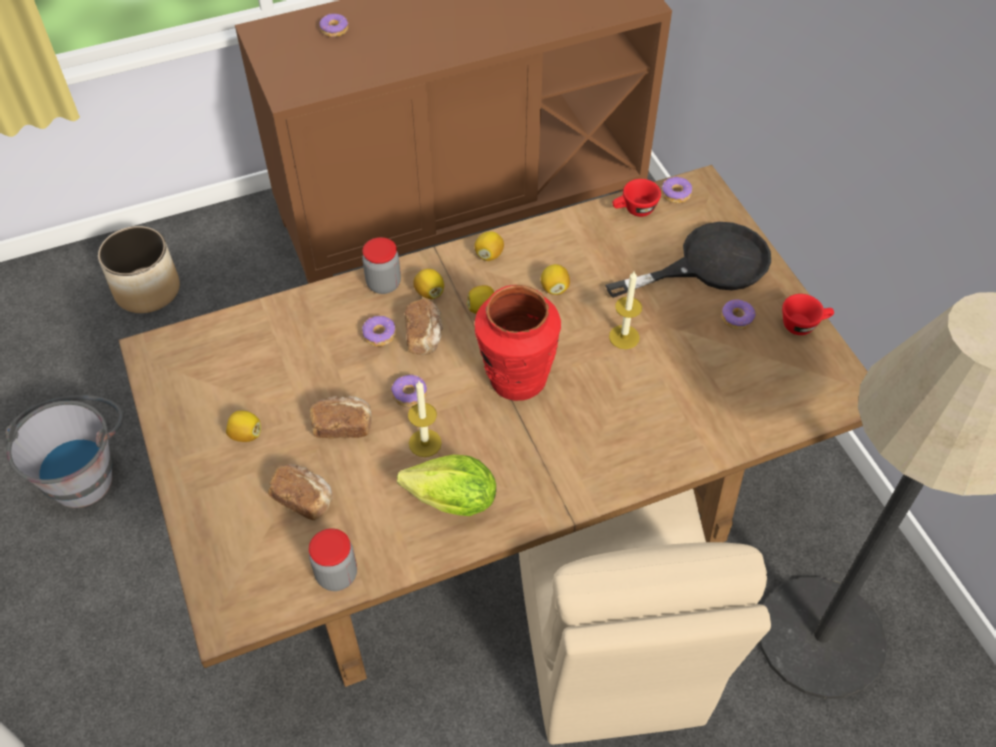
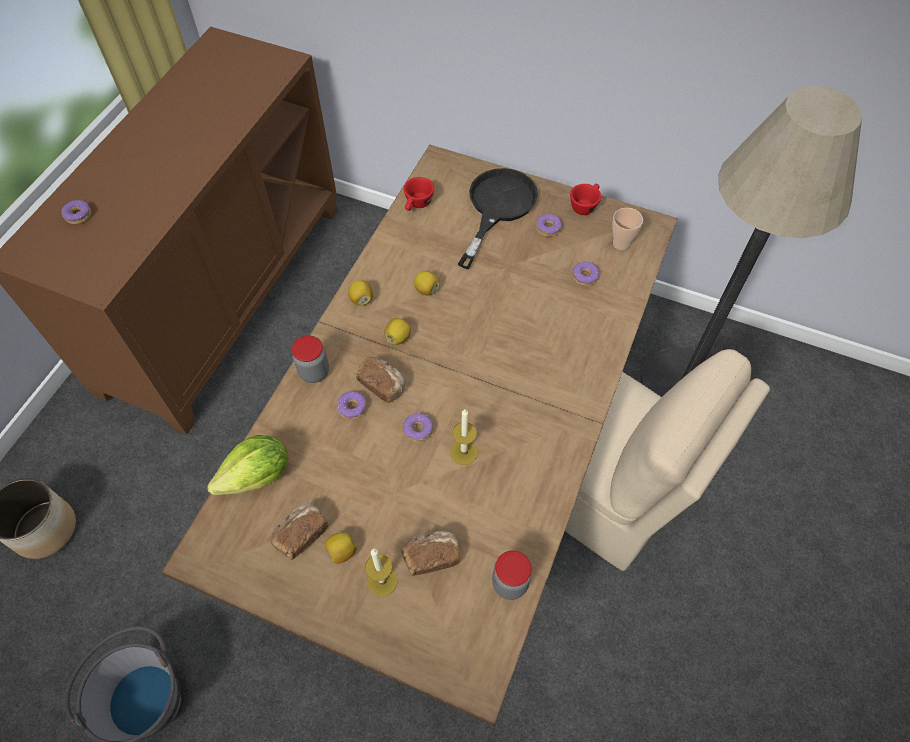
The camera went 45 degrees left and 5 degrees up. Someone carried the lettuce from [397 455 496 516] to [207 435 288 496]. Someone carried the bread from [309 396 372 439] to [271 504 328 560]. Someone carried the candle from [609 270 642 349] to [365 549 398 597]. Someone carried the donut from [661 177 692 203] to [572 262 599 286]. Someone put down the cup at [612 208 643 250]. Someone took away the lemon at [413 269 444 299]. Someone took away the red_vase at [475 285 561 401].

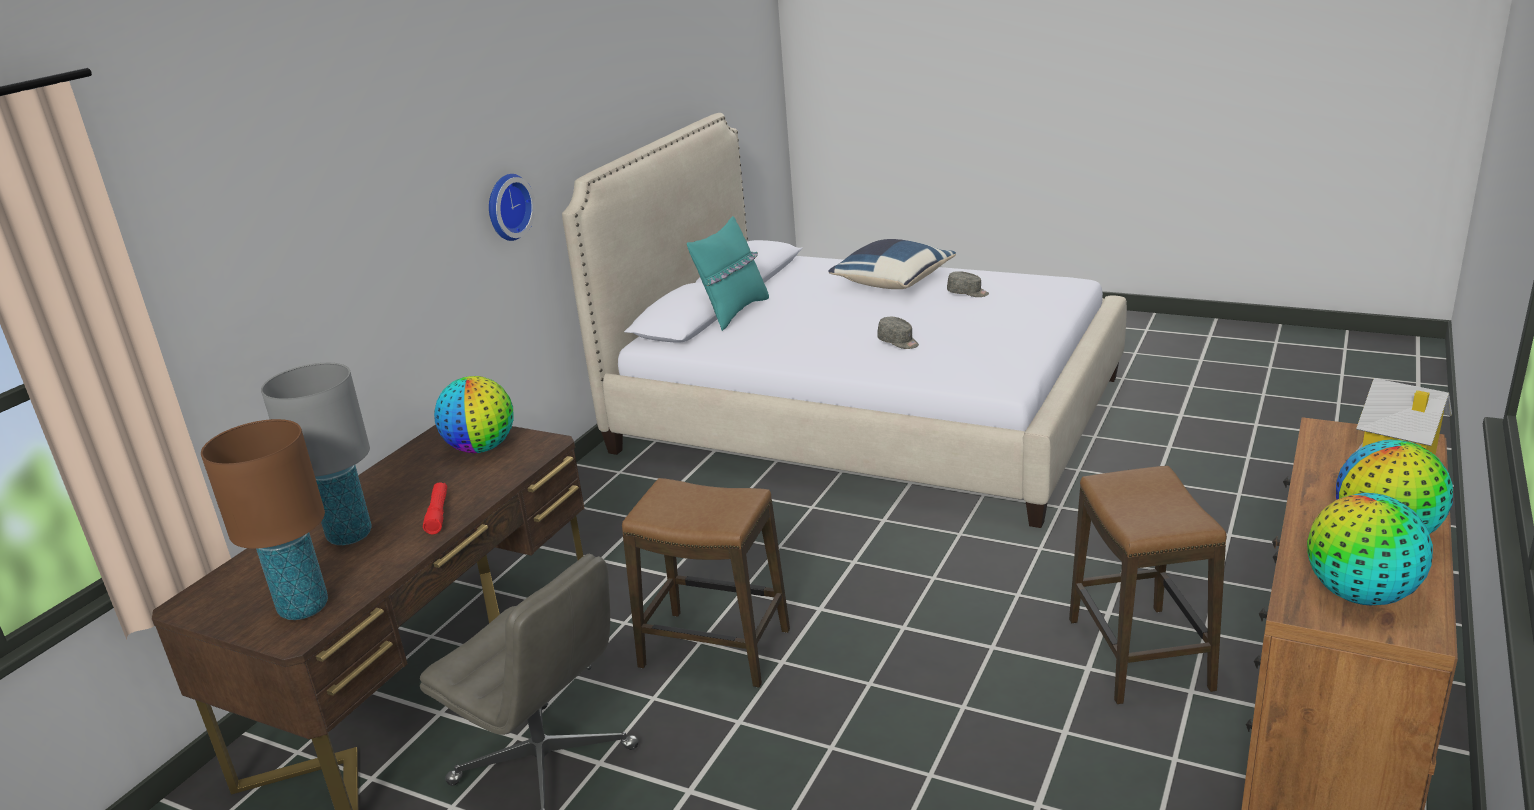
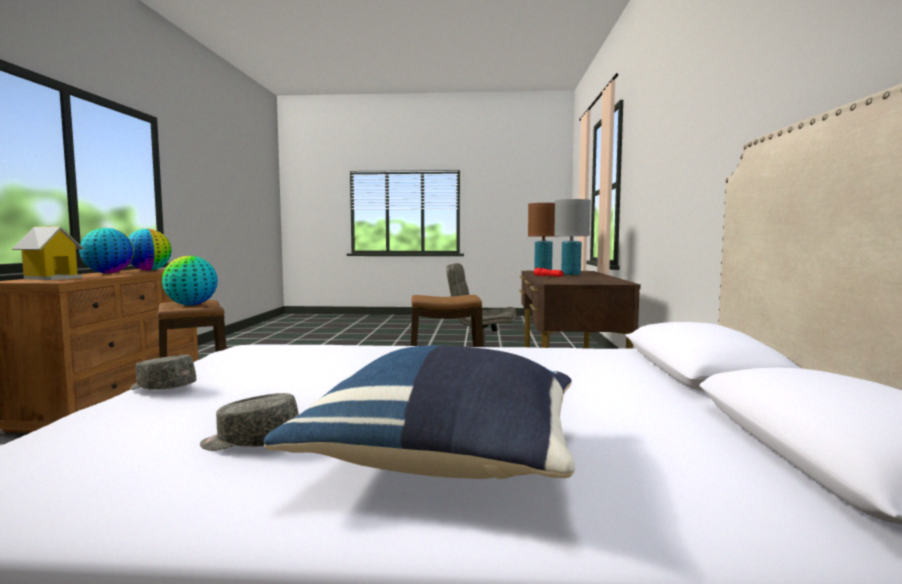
The camera went 155 degrees right and 20 degrees down. Someone carried the grey_cap from [877 317 919 349] to [130 355 196 390]. Someone carried the globe from [434 376 514 453] to [162 256 218 305]. Someone took away the wall_clock at [489 174 536 241]. Someone took away the turquoise_pillow at [687 216 769 331].

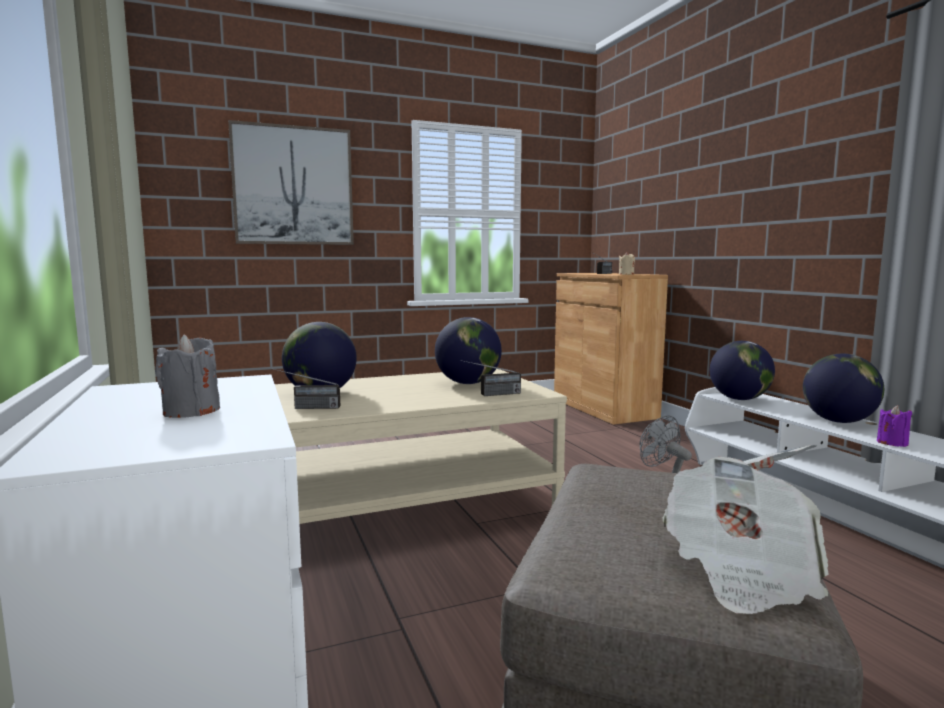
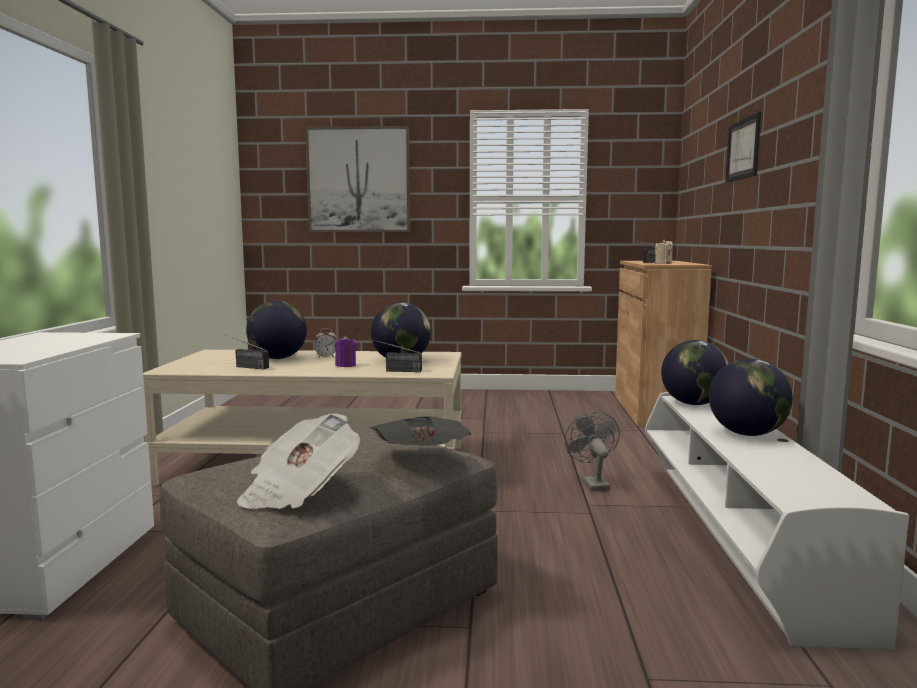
The camera went 25 degrees right and 0 degrees up. Someone put down the alarm_clock at [315 328 337 358]. Someone carried the purple_candle from [877 405 912 447] to [335 336 356 367]. Someone put up the picture at [725 112 761 182]. Someone took away the grey_candle at [155 335 220 418].

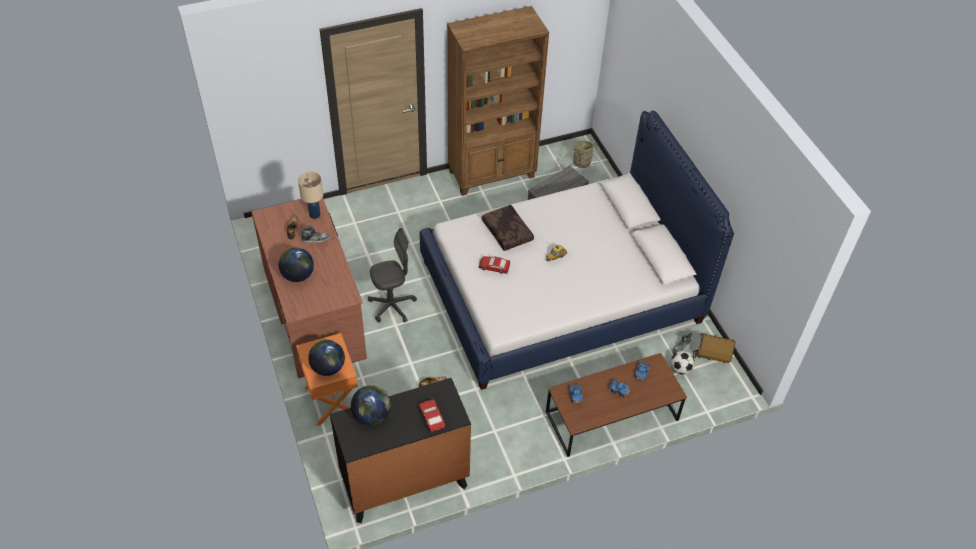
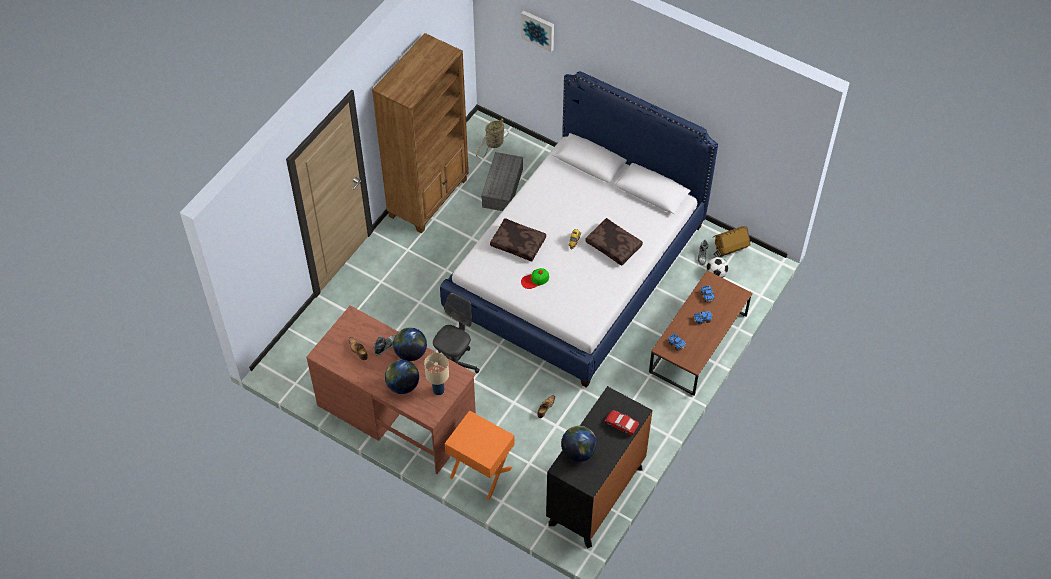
The camera went 35 degrees left and 5 degrees up. Someone carried the globe from [308 340 345 376] to [393 328 427 361]. Someone carried the beige_table_lamp from [298 172 323 219] to [424 353 449 395]. Someone put up the picture at [521 11 554 52]. Someone swapped the toy_car at [479 256 510 274] for the cap at [521 268 549 289]. Someone put down the brown_pillow at [585 218 643 266].

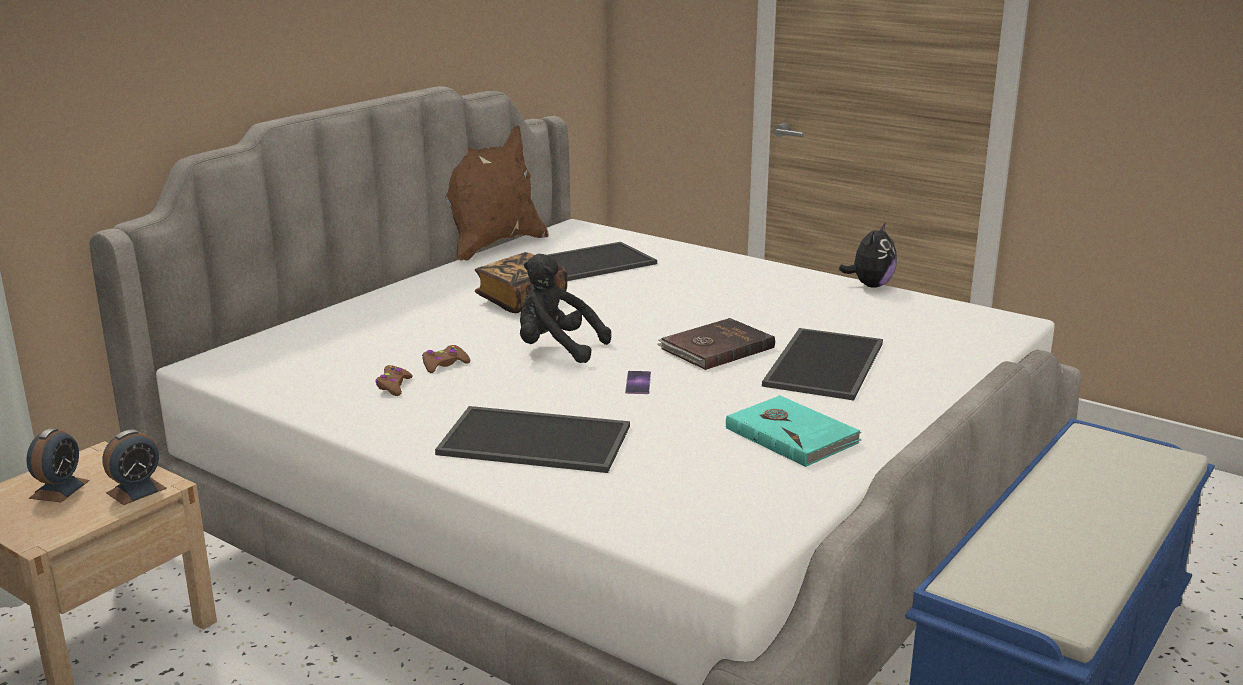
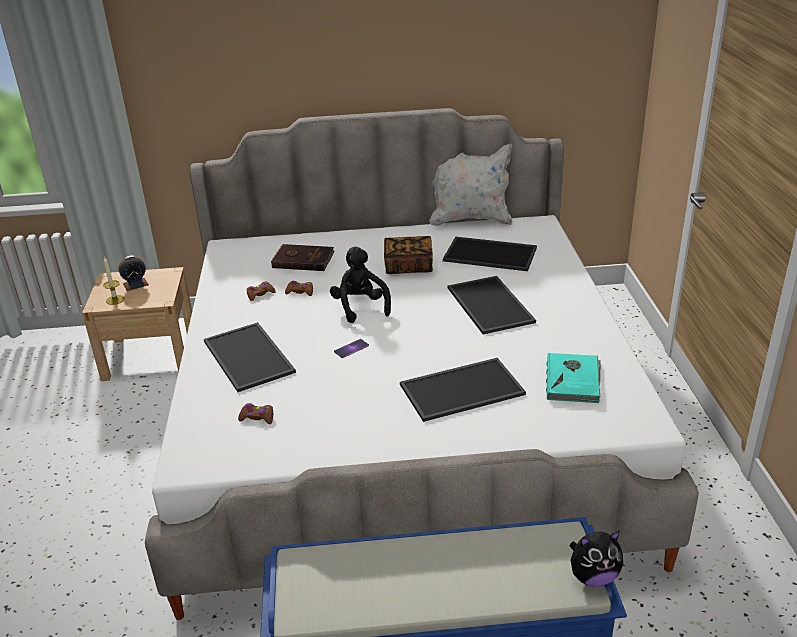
The camera went 50 degrees right and 10 degrees up. Someone put down the candle at [103 256 125 305]. Someone put down the brown_game_controller at [238 403 273 424]. Someone carried the brown_book from [657 318 775 370] to [271 244 335 271]. Someone repainted the brown_pillow at [445 126 548 261], which became the white_pillow at [429 144 512 226]. Someone put down the tray at [448 276 536 334]. Someone carried the turquoise_book from [726 395 862 467] to [546 353 601 403]. Someone carried the plush_toy from [839 222 897 288] to [569 530 623 587]. Someone took away the alarm_clock at [102 429 167 505].

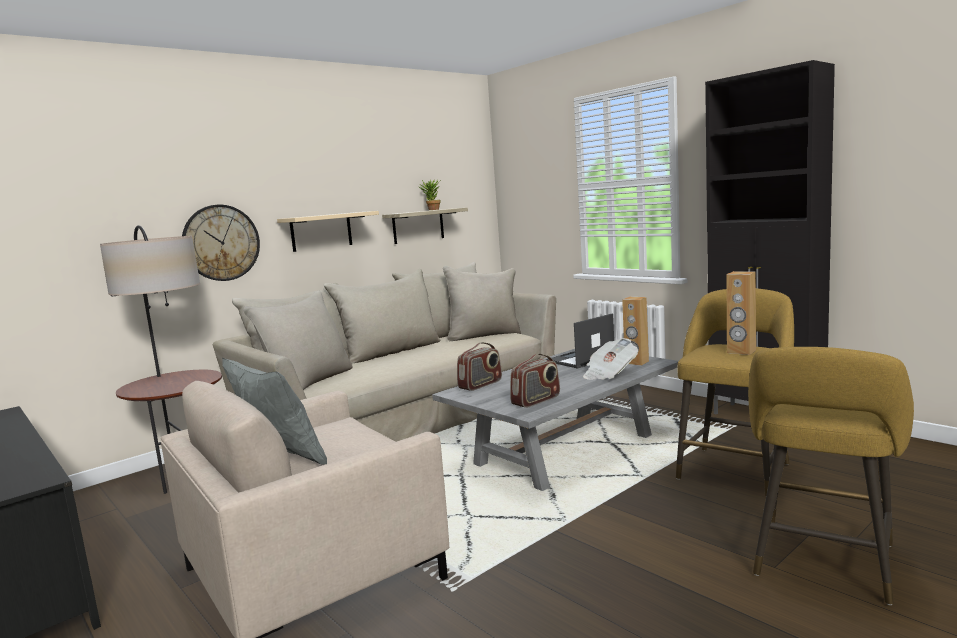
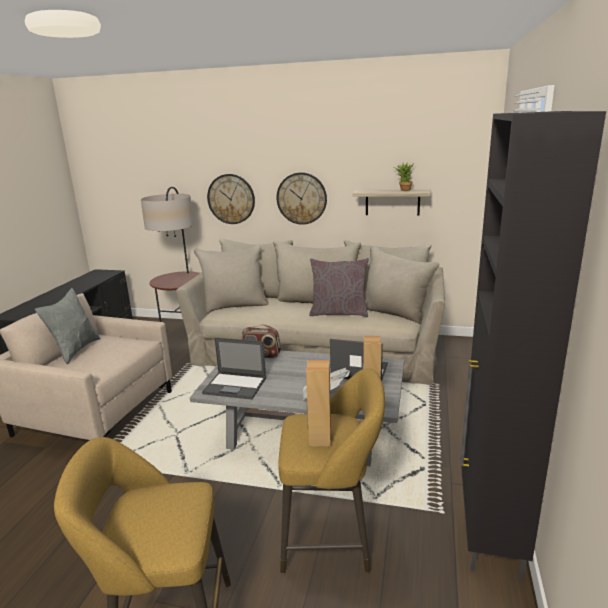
The camera went 55 degrees right and 10 degrees up. Someone swapped the radio at [510 354 560 408] for the laptop at [202 338 266 400]. Someone swapped the beige_shelf at [277 211 379 252] for the wall_clock at [276 172 327 225]. Someone put down the grey_pillow at [309 258 369 317].

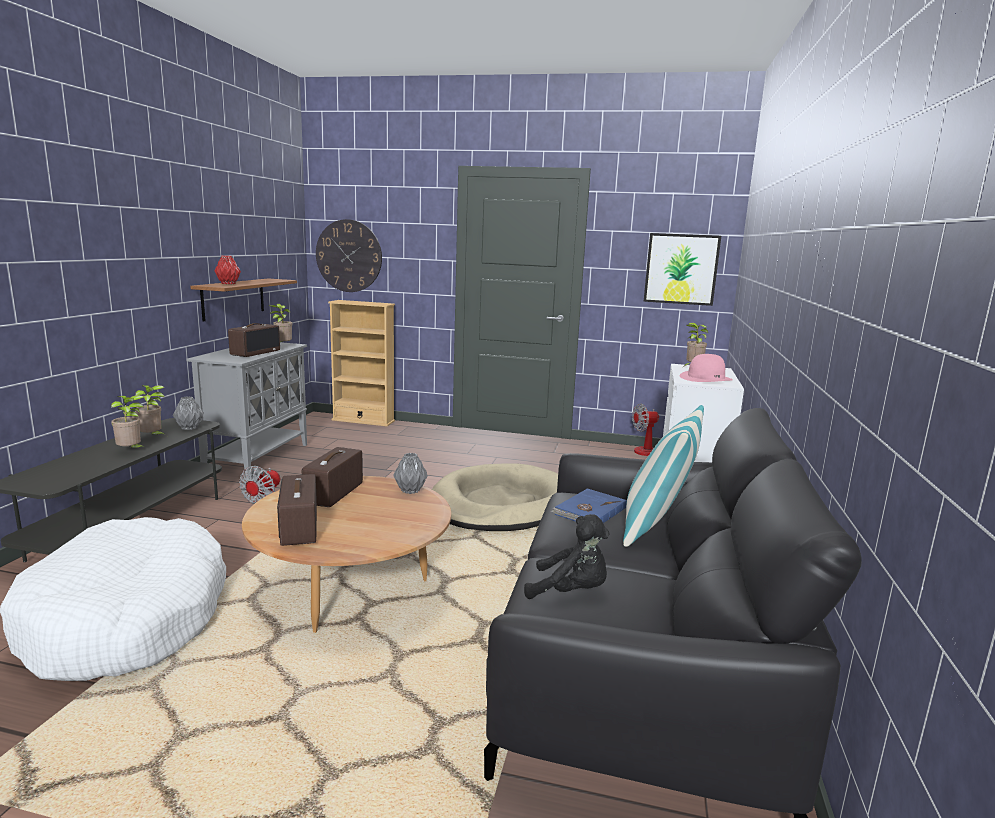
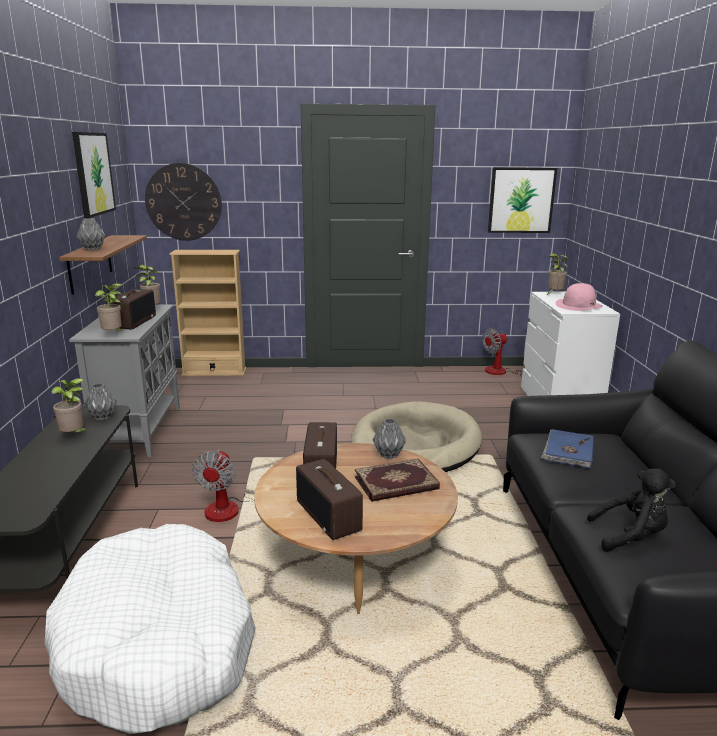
The camera went 15 degrees left and 5 degrees up. Someone put up the picture at [72 132 116 218]. Someone repainted the red_vase at [215 256 241 284], which became the grey_vase at [76 218 105 250]. Someone carried the potted_plant from [111 395 147 449] to [95 283 125 331]. Someone put down the book at [355 458 440 502]. Someone took away the pillow at [623 405 704 547].

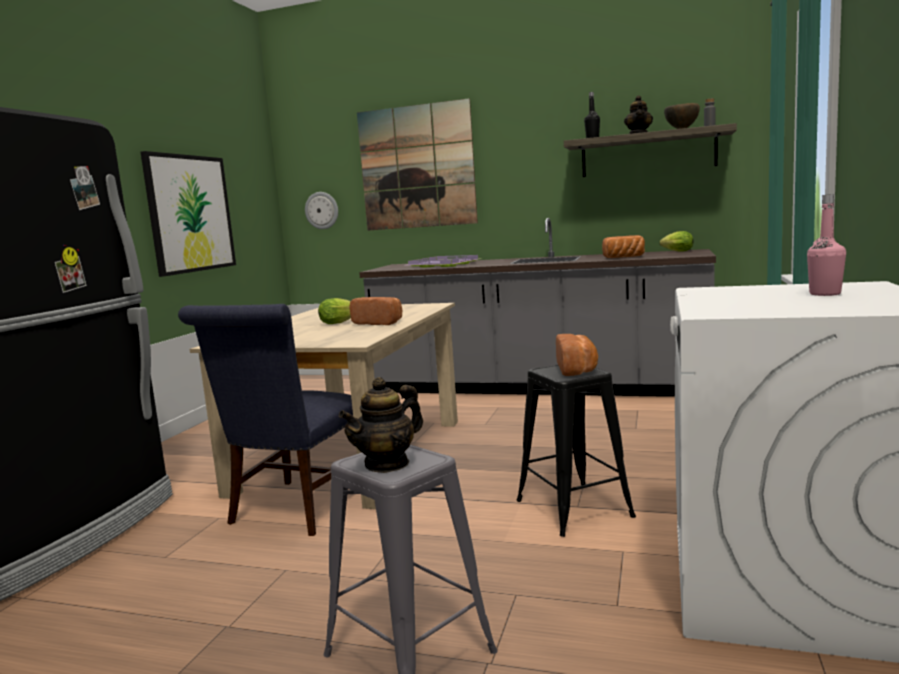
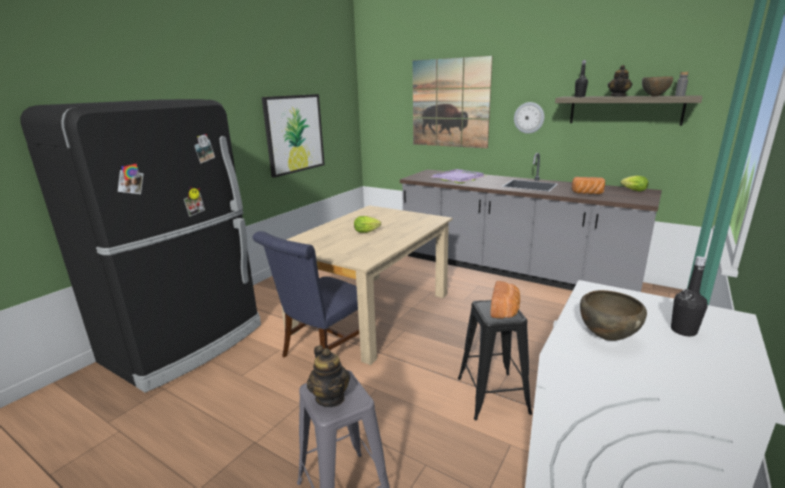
The camera went 15 degrees right and 10 degrees up. Someone rotated the teapot at [338 377 423 473] by 90 degrees counterclockwise. Someone carried the wall_clock from [305 192 338 229] to [514 102 544 134]. Someone put down the brown_bowl at [580 290 647 341]. Someone repainted the pink_bottle at [807 194 846 296], which became the black_bottle at [671 256 708 336]. Someone took away the bread at [349 297 402 325].

